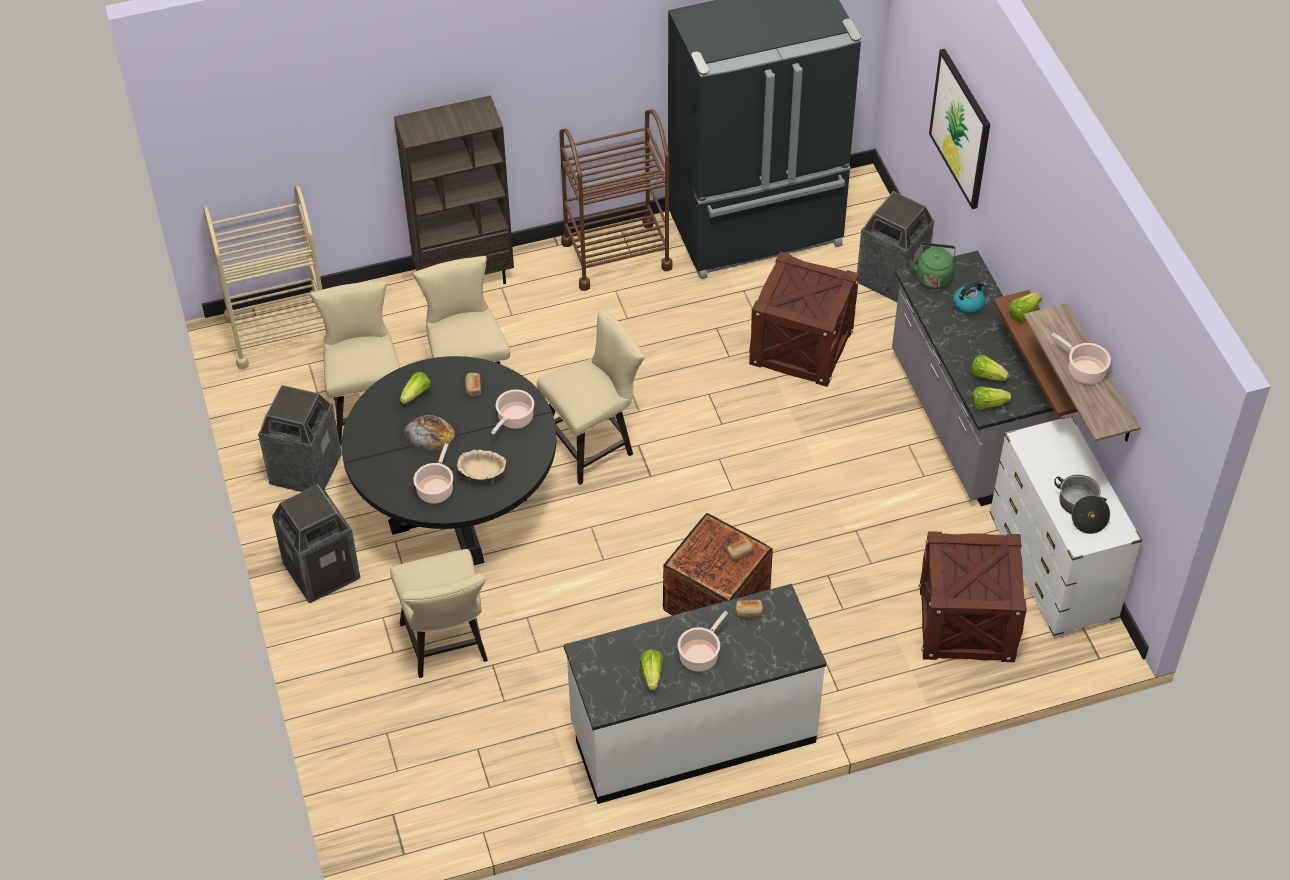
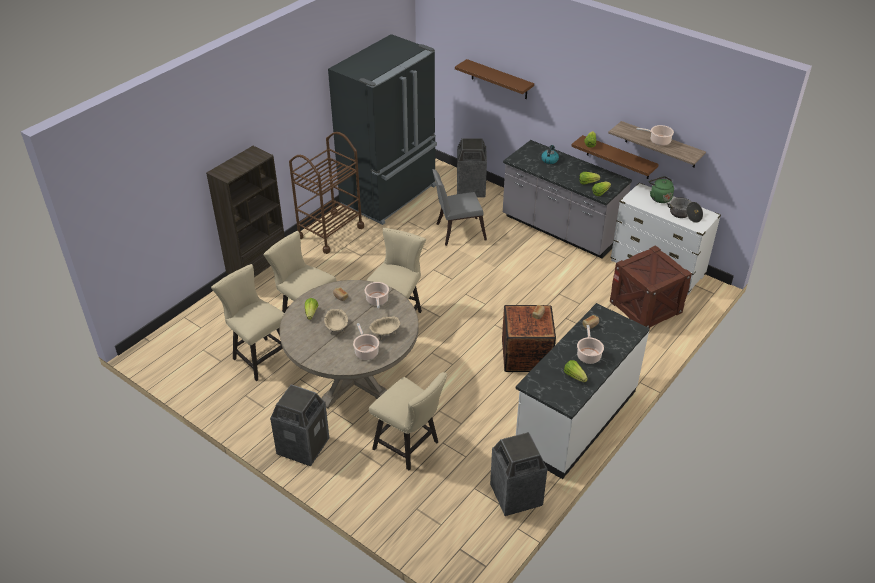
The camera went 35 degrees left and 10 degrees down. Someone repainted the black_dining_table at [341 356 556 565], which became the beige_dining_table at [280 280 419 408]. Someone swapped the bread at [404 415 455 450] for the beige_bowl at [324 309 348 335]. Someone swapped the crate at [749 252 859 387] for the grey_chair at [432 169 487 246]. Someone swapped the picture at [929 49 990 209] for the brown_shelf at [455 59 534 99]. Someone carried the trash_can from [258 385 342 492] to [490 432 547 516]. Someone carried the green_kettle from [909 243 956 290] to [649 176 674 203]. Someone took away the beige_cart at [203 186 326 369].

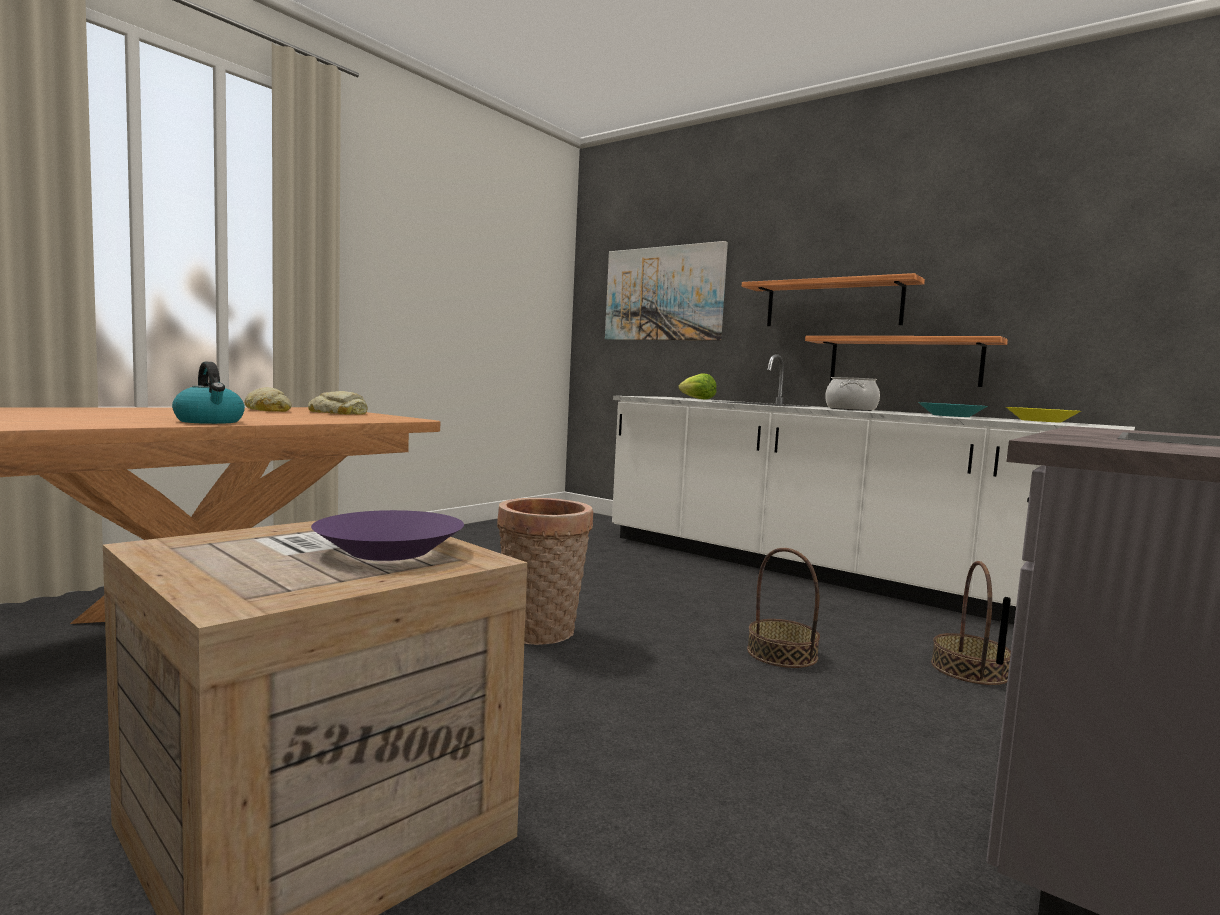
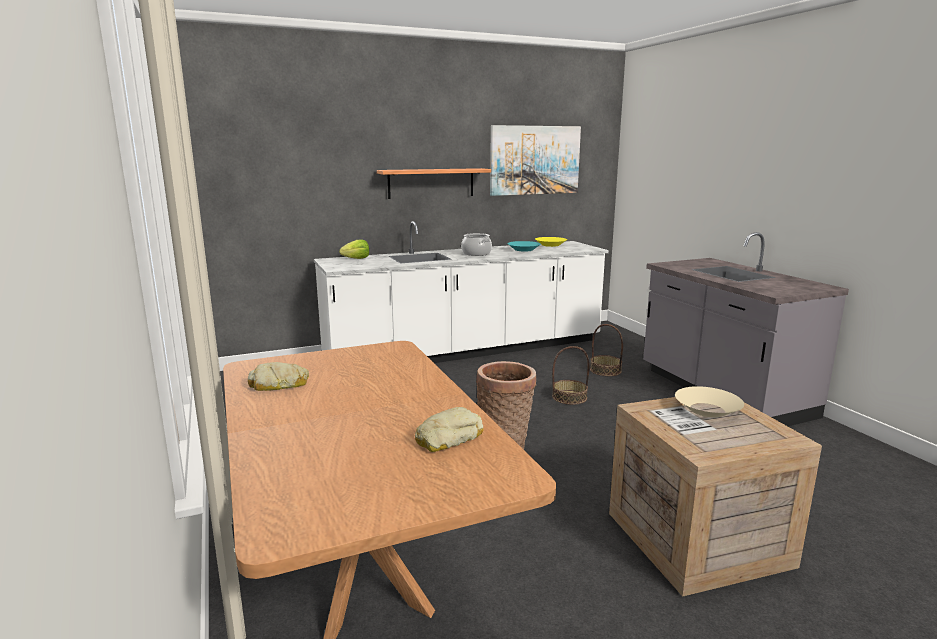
The camera went 60 degrees left and 10 degrees up. Someone carried the bread from [308 391 368 415] to [415 407 483 452]. Someone carried the picture from [605 241 728 340] to [490 125 581 196]. Someone repainted the purple_bowl at [311 510 464 561], which became the beige_bowl at [675 386 744 417]. Someone took away the kettle at [172 362 245 424]. Someone took away the shelf at [805 336 1008 387].

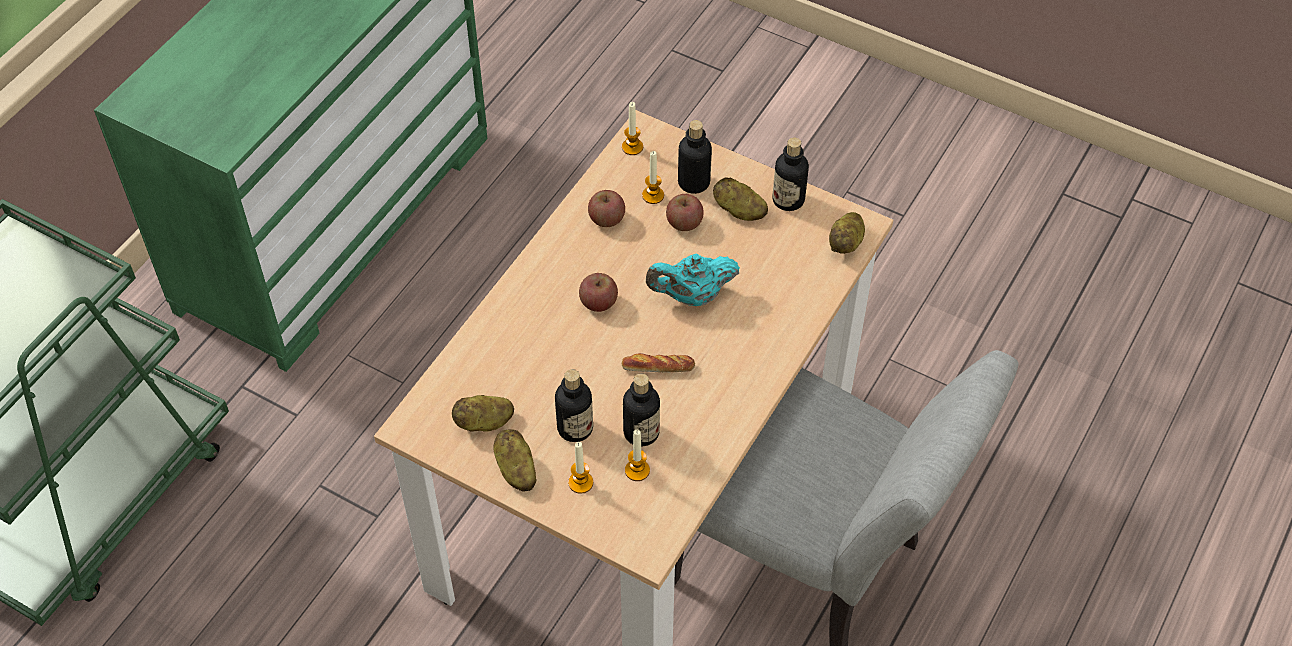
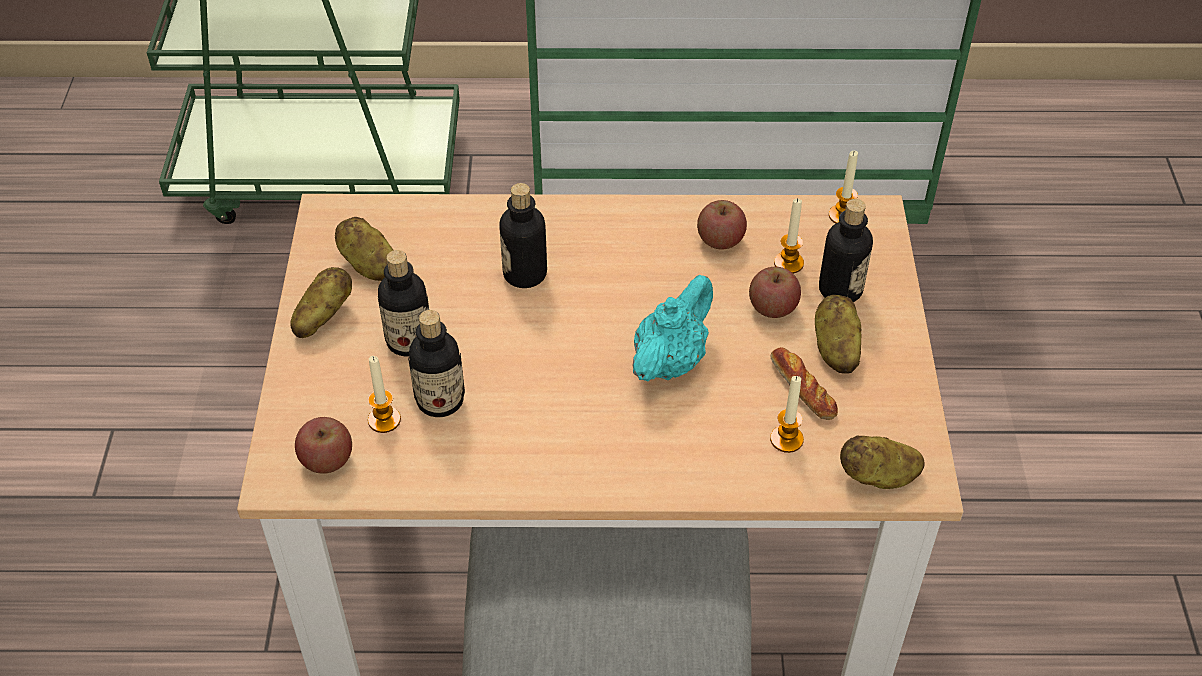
The camera went 60 degrees right and 5 degrees down. Someone carried the apple from [579 273 618 312] to [295 417 352 474]. Someone carried the bottle from [772 138 809 211] to [499 183 547 288]. Someone rotated the turquoise_teapot at [646 254 740 306] by 75 degrees clockwise. Someone carried the candle from [568 442 593 494] to [770 376 804 453]. Someone carried the bread from [621 353 695 373] to [771 347 838 420].

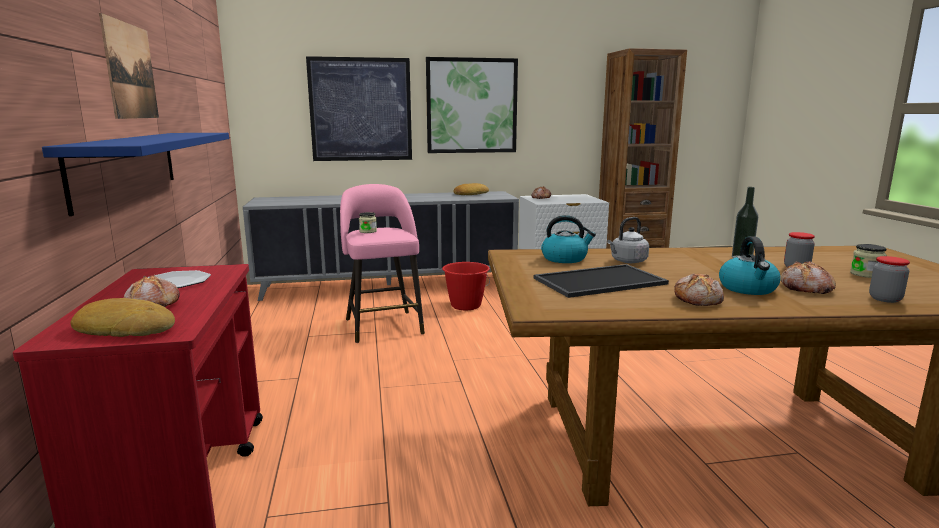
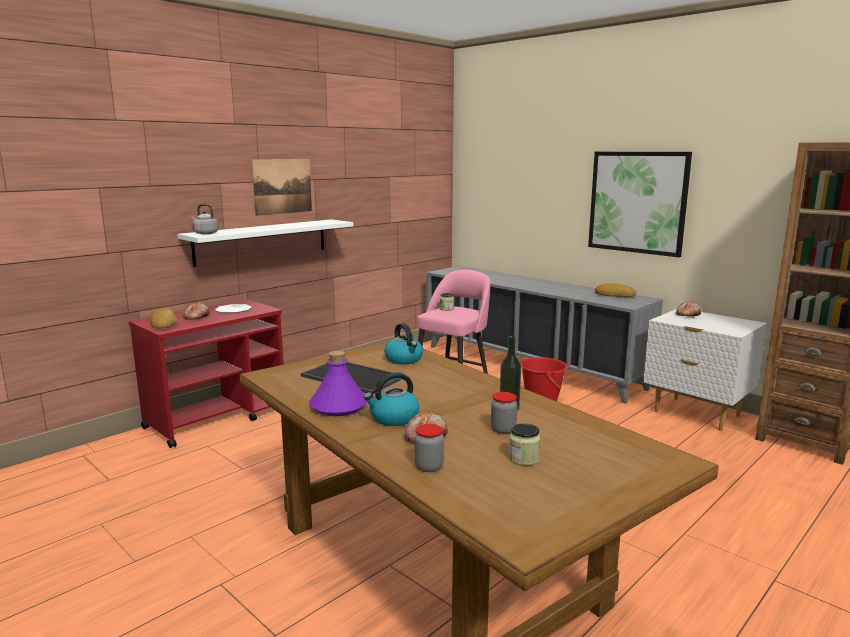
The camera went 55 degrees right and 0 degrees up. Someone repainted the blue_shelf at [42 133 229 216], which became the white_shelf at [178 219 354 267]. Someone carried the grey_kettle from [607 217 649 263] to [191 204 218 235]. Someone swapped the bread at [674 273 724 306] for the purple_bottle at [309 351 367 416]. Someone took away the picture at [306 56 412 161].

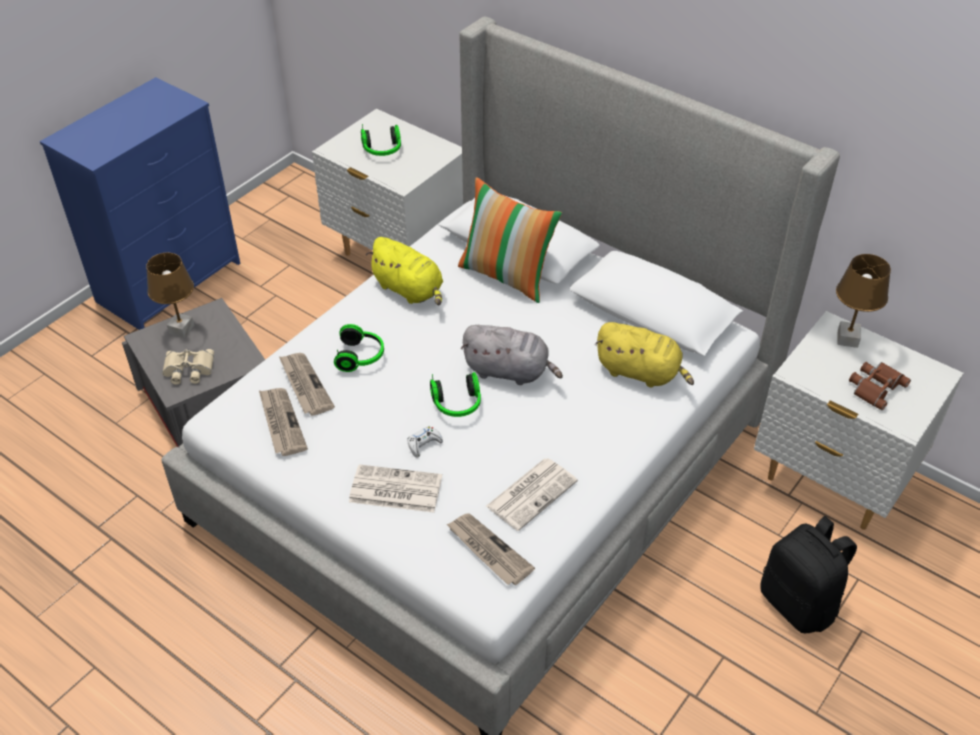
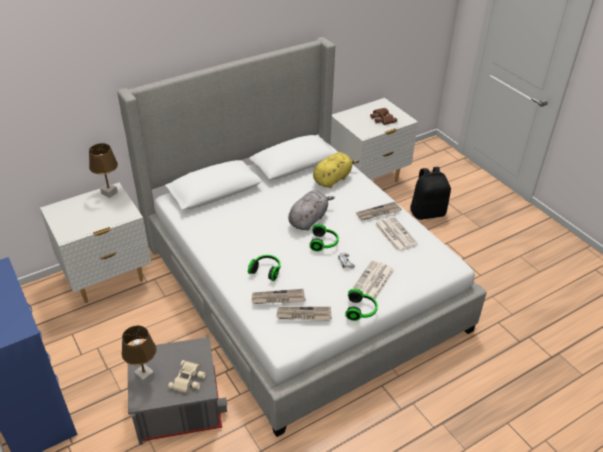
The camera went 70 degrees left and 5 degrees down. Someone carried the brown_table_lamp from [836 254 891 348] to [89 143 118 198]. Someone carried the headphones from [361 124 401 156] to [345 289 378 321]. Someone carried the newspaper from [446 513 535 585] to [356 202 401 220]. Someone took away the yellow_plush_toy at [366 237 443 306]. Someone took away the pillow at [458 177 562 303].

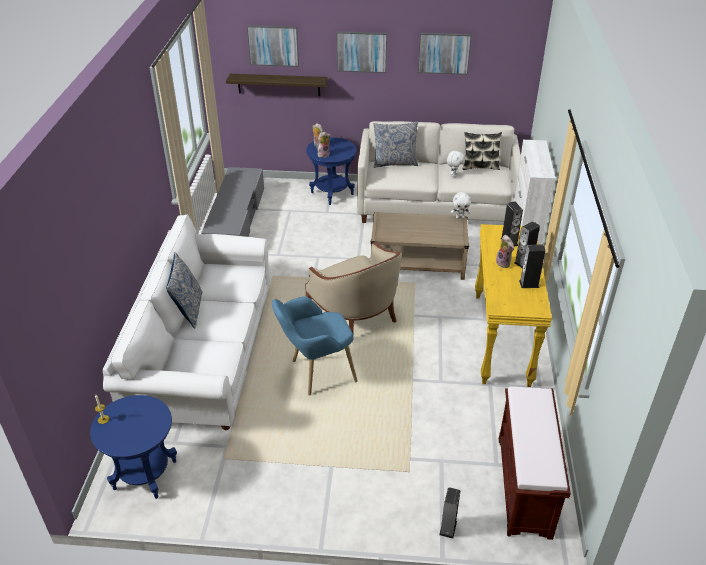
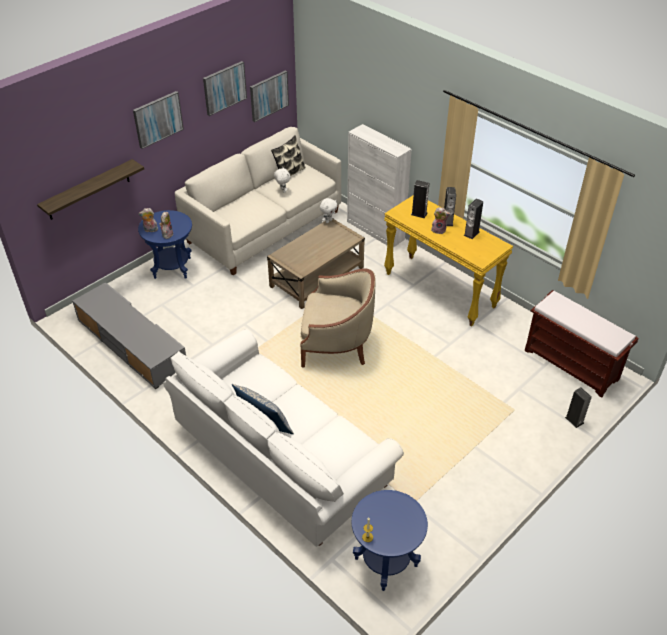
The camera went 50 degrees left and 5 degrees up. Someone carried the picture from [247 25 299 67] to [250 70 289 122]. Someone took away the blue_armchair at [272 296 358 396]. Someone took away the pillow at [373 121 418 168].

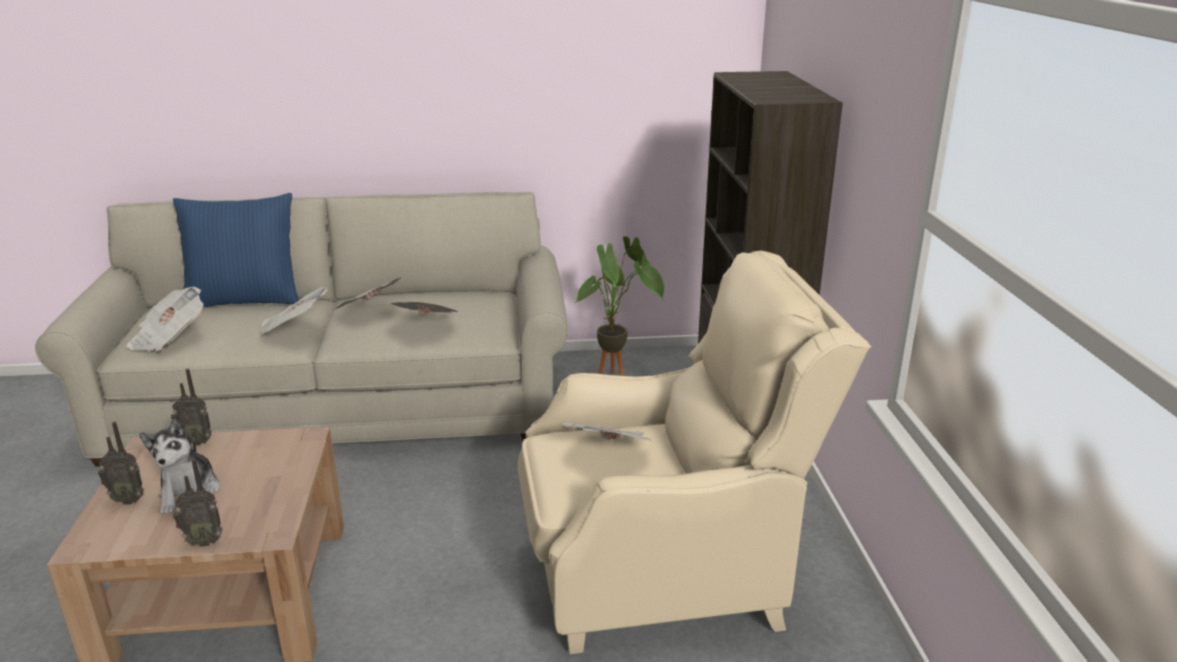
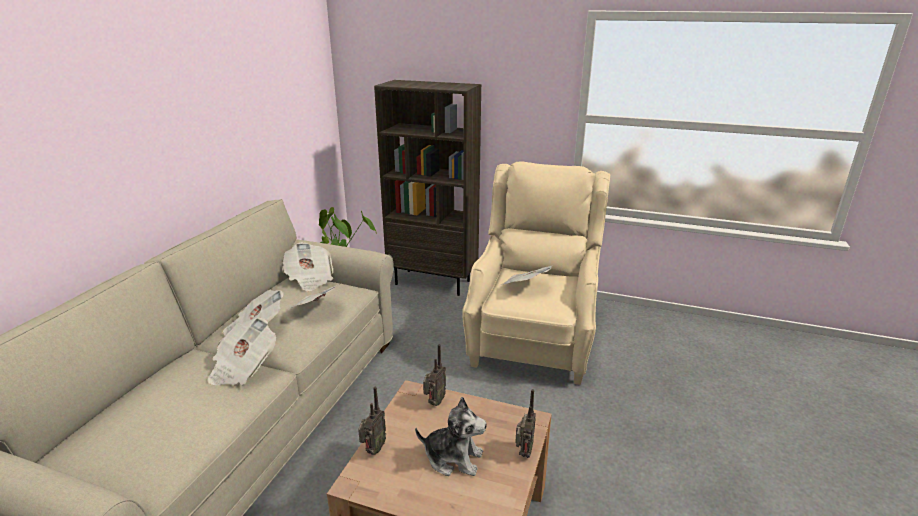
The camera went 65 degrees left and 0 degrees up. Someone carried the newspaper from [127 287 204 352] to [282 242 333 291]. Someone carried the radio from [98 421 144 505] to [423 344 446 406]. Someone took away the blue_pillow at [173 193 299 307].

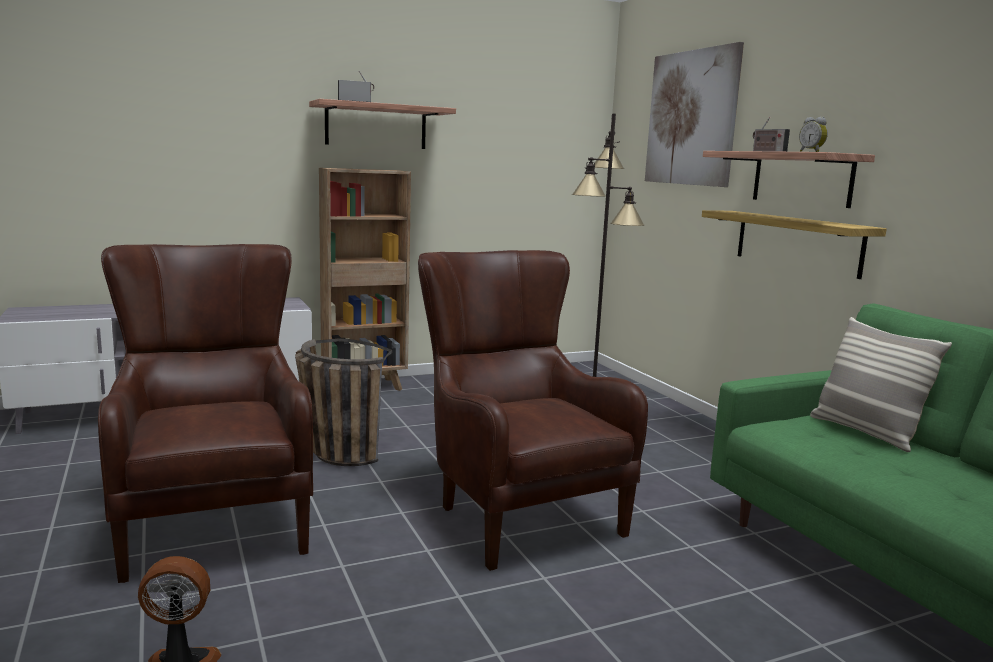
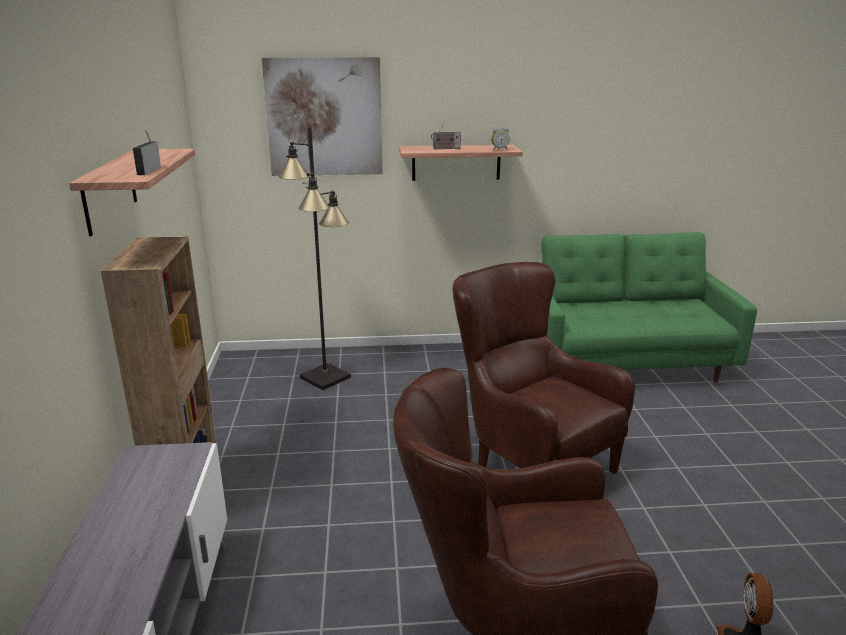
The camera went 70 degrees left and 10 degrees up. Someone rotated the brown_armchair at [418 250 648 571] by 60 degrees clockwise. Someone took away the basket at [295 338 392 466]. Someone took away the shelf at [702 210 887 279]. Someone took away the pillow at [810 317 952 452].

